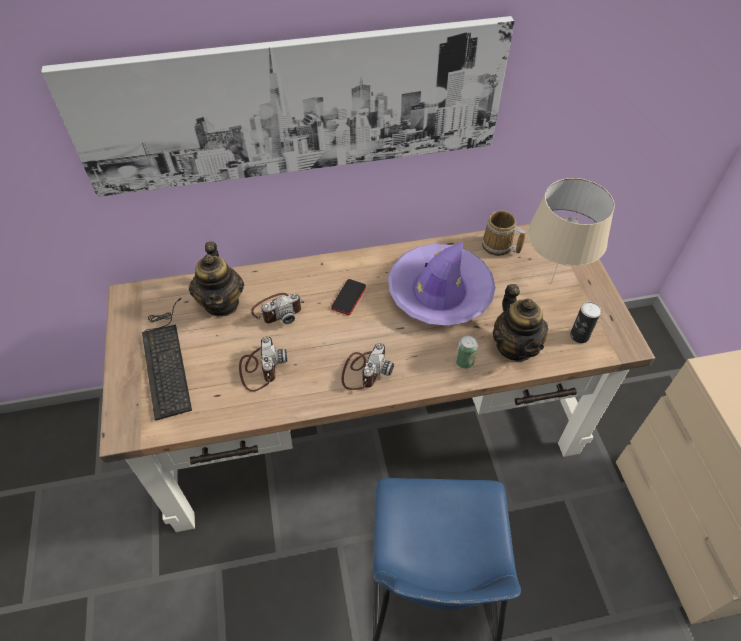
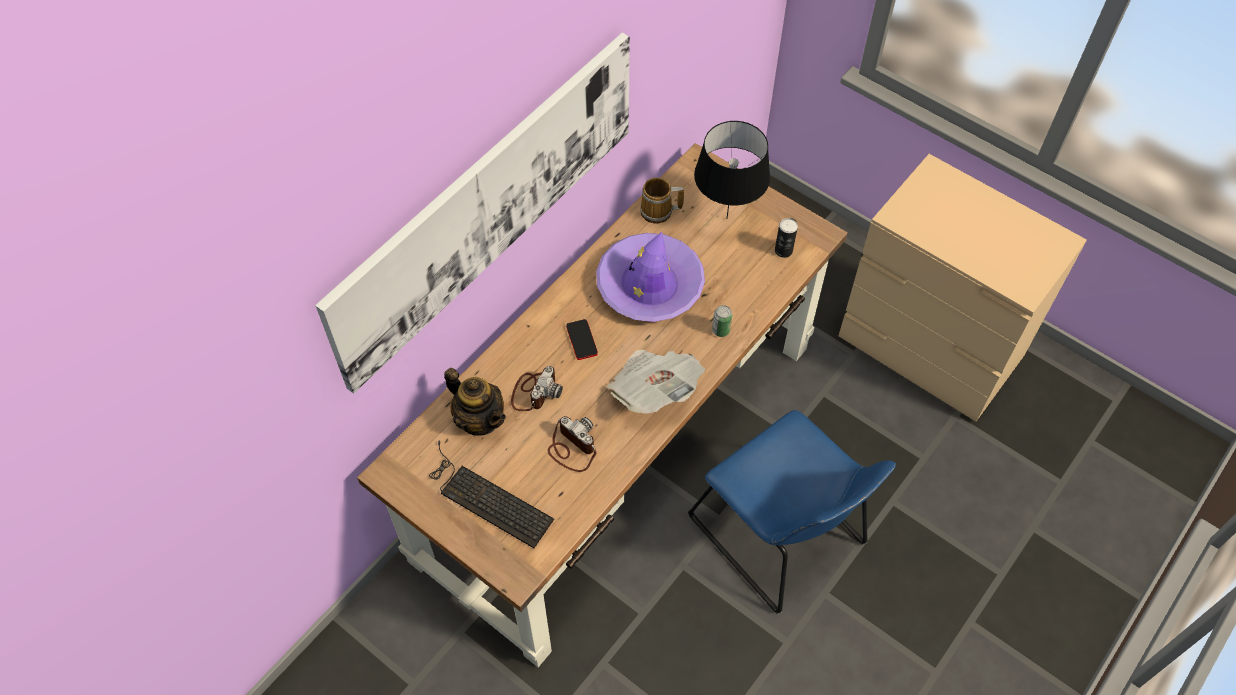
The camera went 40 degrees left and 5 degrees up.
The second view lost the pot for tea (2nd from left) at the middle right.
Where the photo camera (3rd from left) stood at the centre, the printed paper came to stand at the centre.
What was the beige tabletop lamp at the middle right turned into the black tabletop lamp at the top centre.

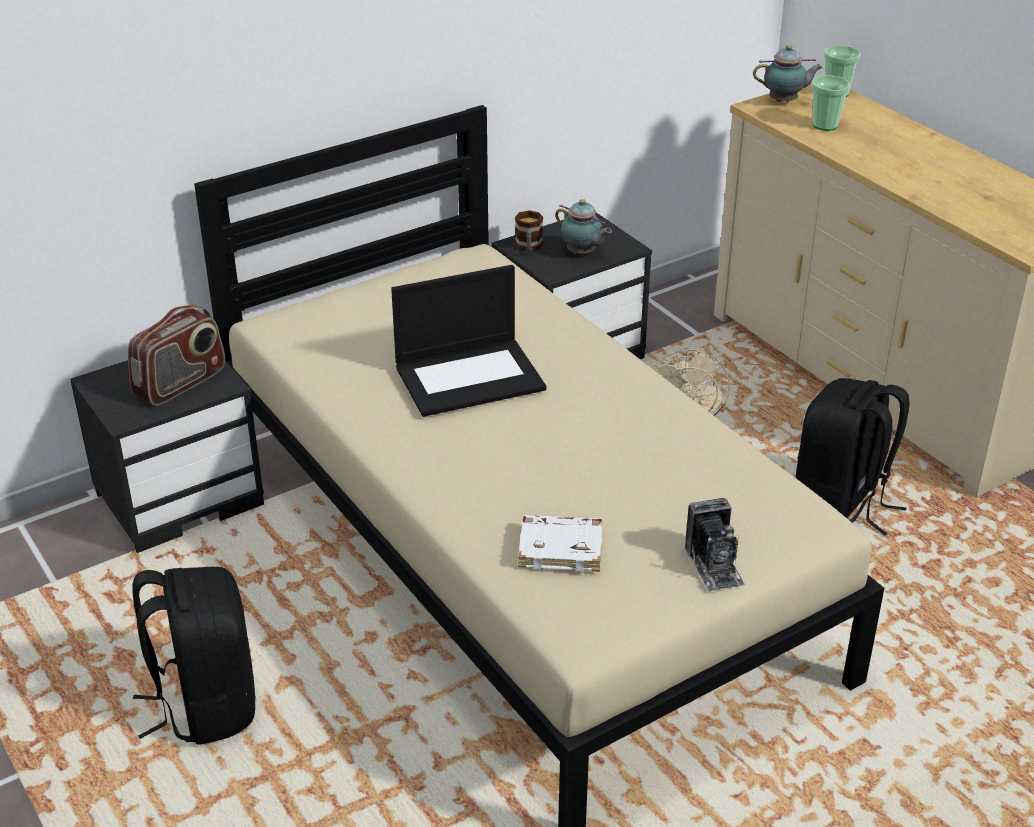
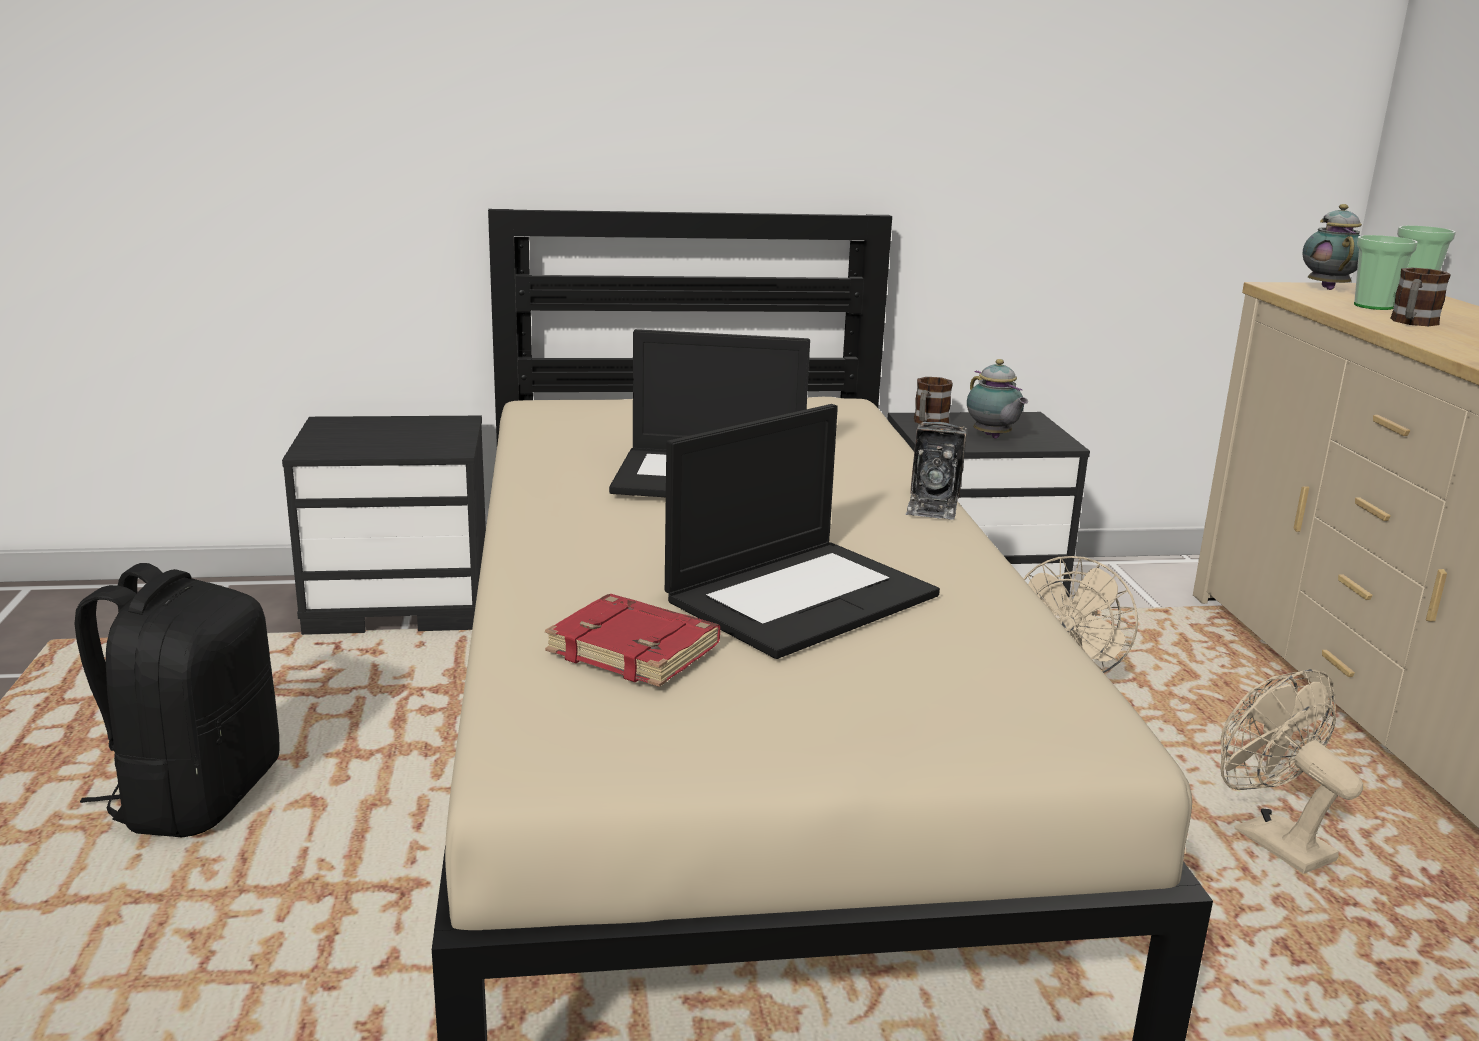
The camera went 25 degrees right and 15 degrees down.
The second view lost the radio receiver at the middle left.
The second view gained the notebook computer (2nd from left) at the centre.
The second view gained the tea mug (2nd from left) at the top right.
The photo camera ended up elsewhere, having gone from the middle right to the centre.
Where the black backpack (2nd from left) stood at the middle right, the beige electric fan (2nd from left) came to stand at the bottom right.
What was the white volume at the centre turned into the red volume at the centre.
The pot for tea (2nd from left) at the top right ended up facing another way, 105 degrees counterclockwise from before.

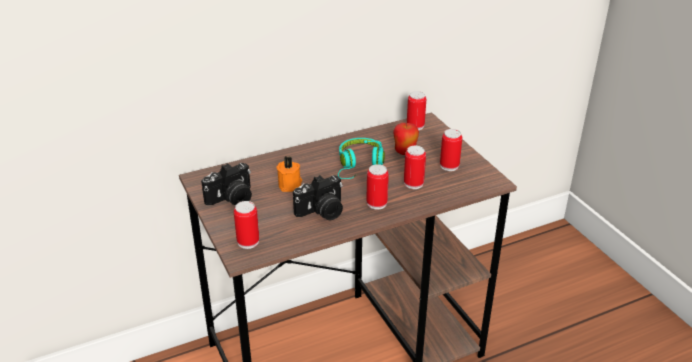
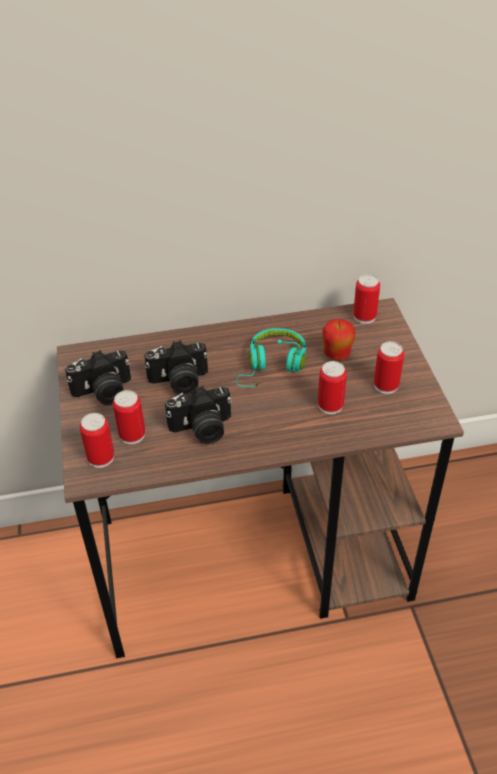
The camera went 15 degrees right and 10 degrees up.
The can (2nd from left) ended up elsewhere, having gone from the centre to the middle left.
Where the orange candle stood at the centre, the photo camera (2nd from left) came to stand at the centre.

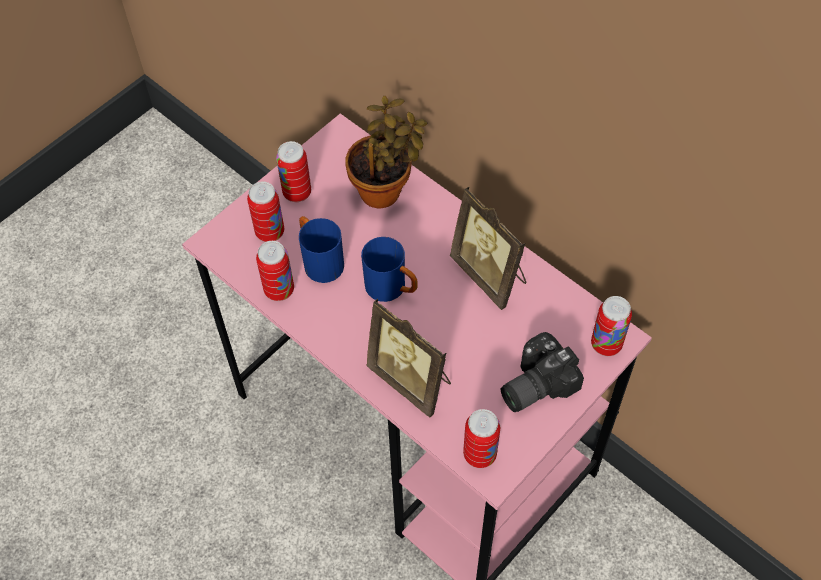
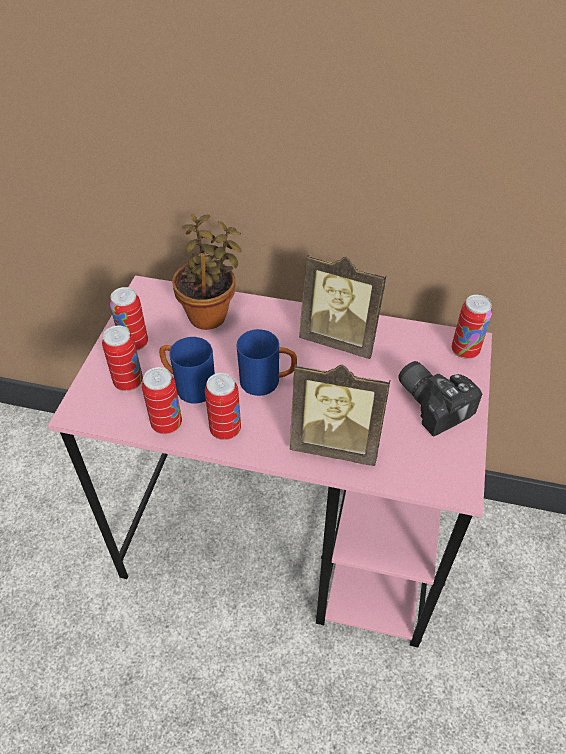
The camera went 30 degrees left and 10 degrees down.
The can (4th from left) ended up elsewhere, having gone from the bottom centre to the centre.
The photo camera at the centre ended up facing another way, 120 degrees clockwise from before.

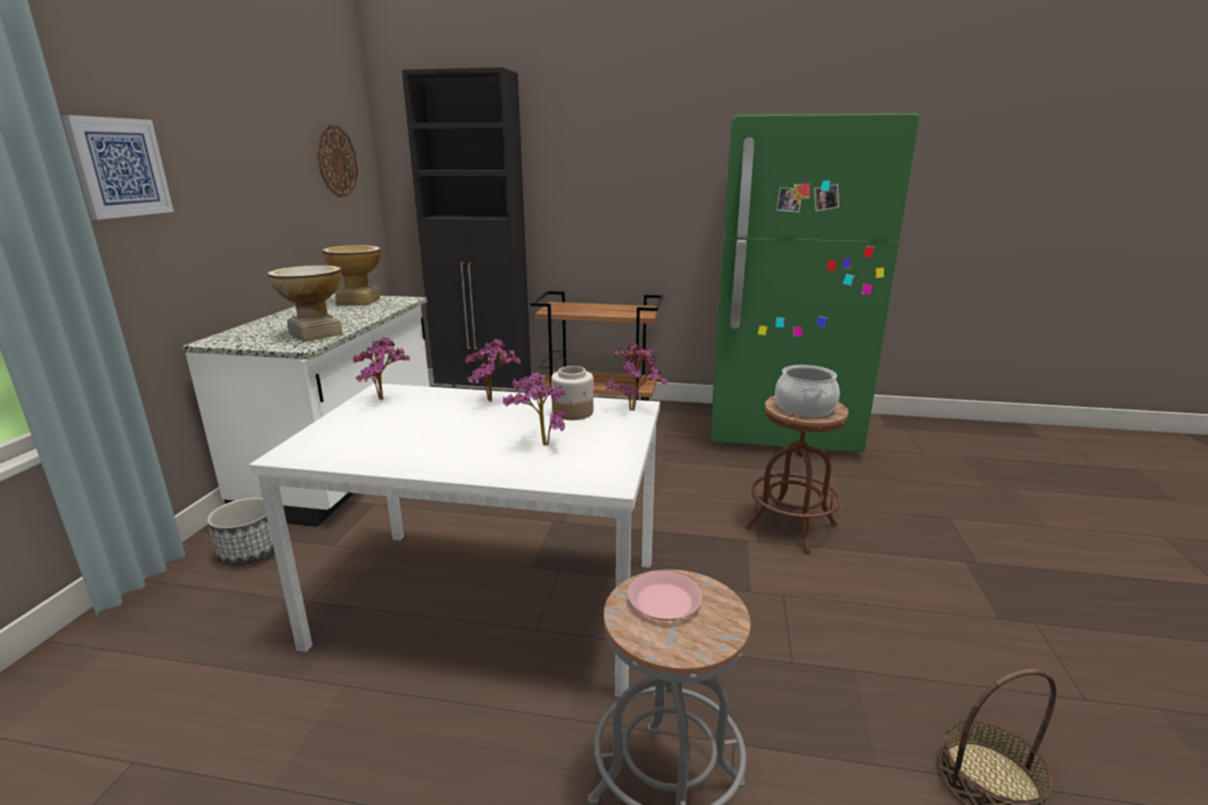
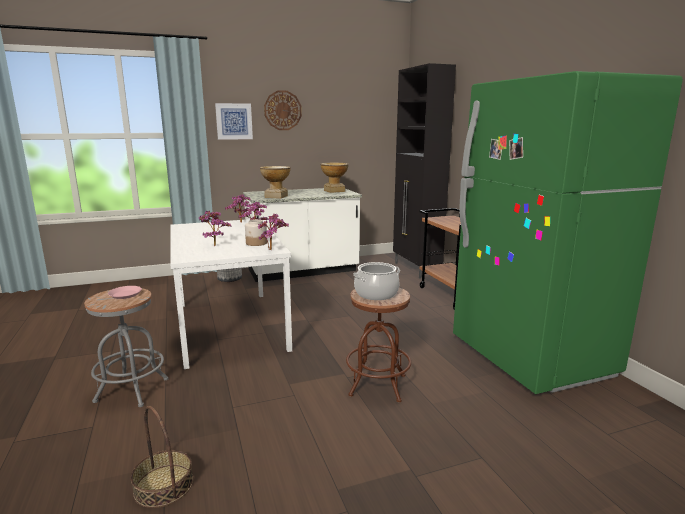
The camera went 60 degrees right and 5 degrees down.
The wall clock ended up elsewhere, having gone from the top left to the top centre.

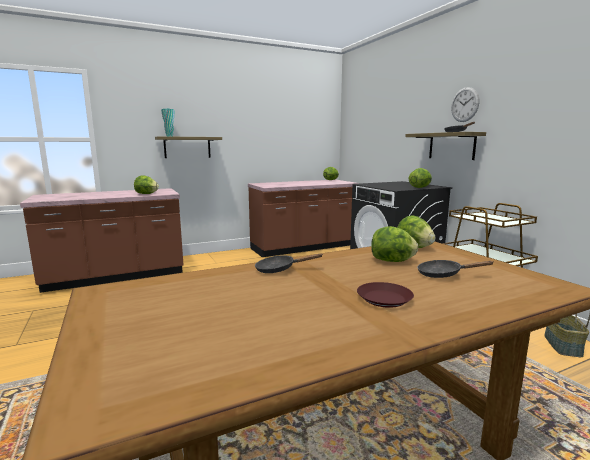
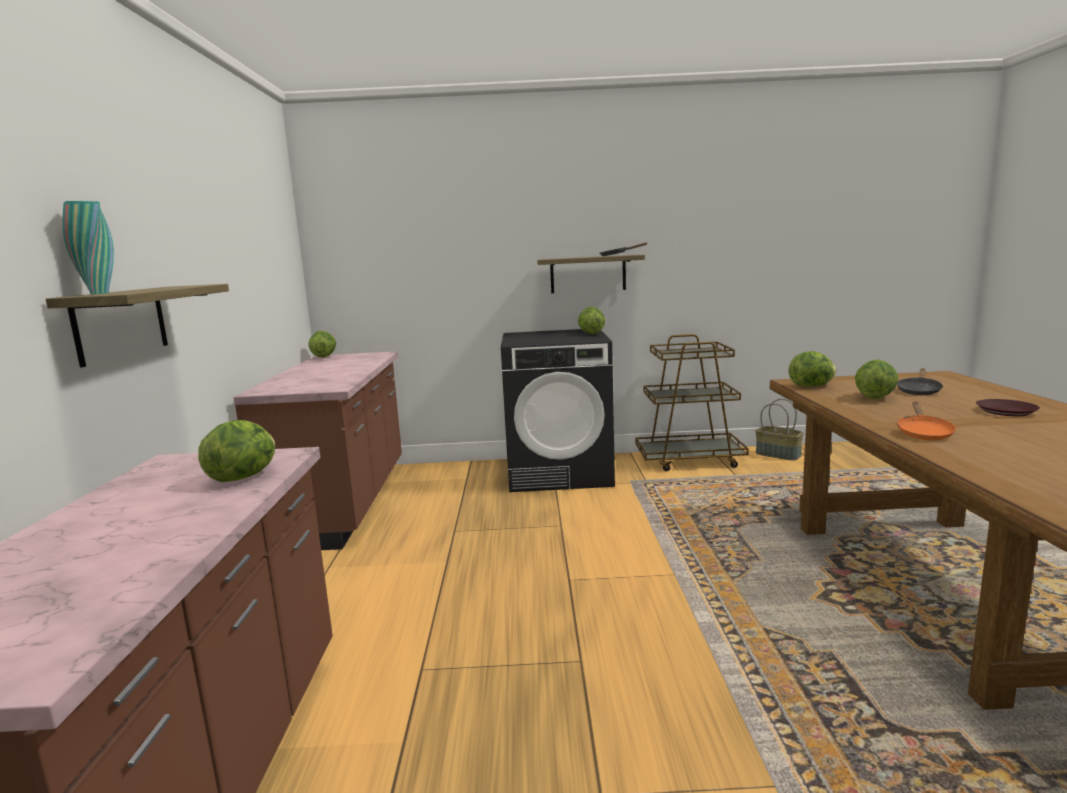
The camera went 65 degrees left and 0 degrees up.
The second view lost the wall clock at the top right.
What was the black skillet (1st from left) at the centre turned into the orange skillet at the middle right.

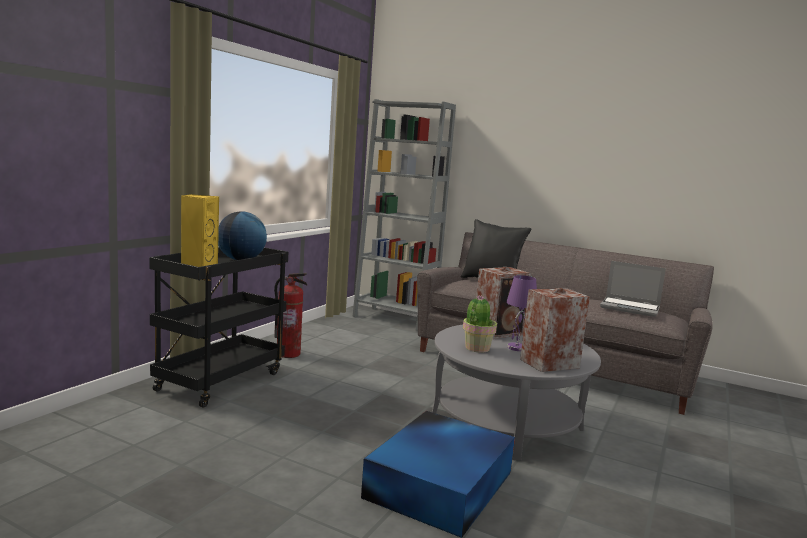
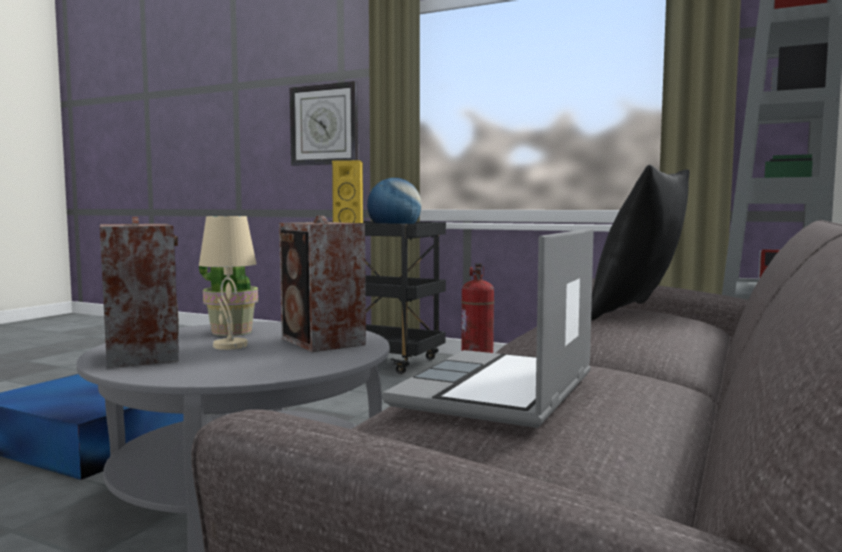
The camera went 90 degrees right and 5 degrees down.
The second view gained the wall clock at the top centre.
What was the purplish tabletop lamp at the centre turned into the beige tabletop lamp at the middle left.

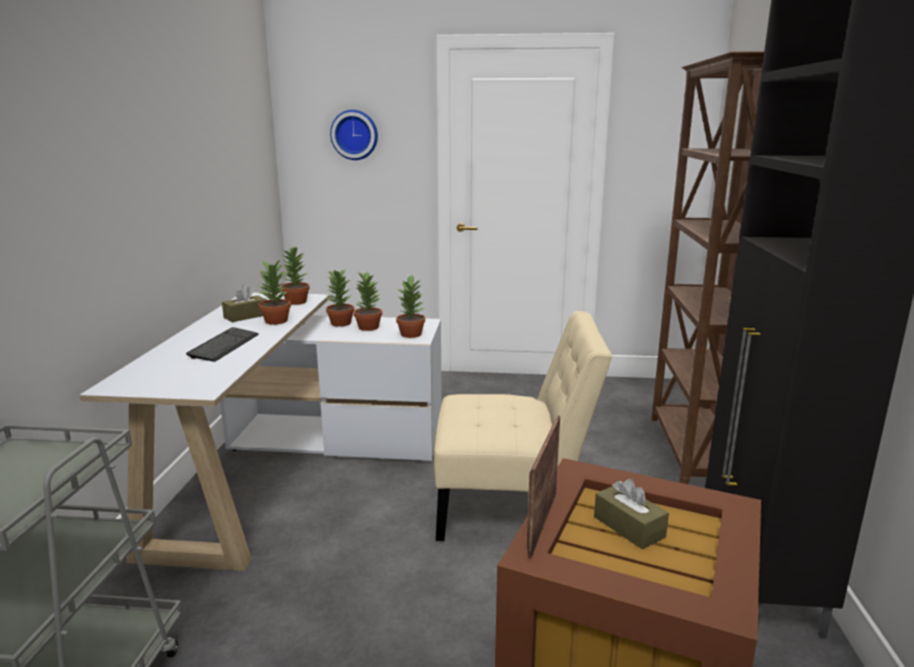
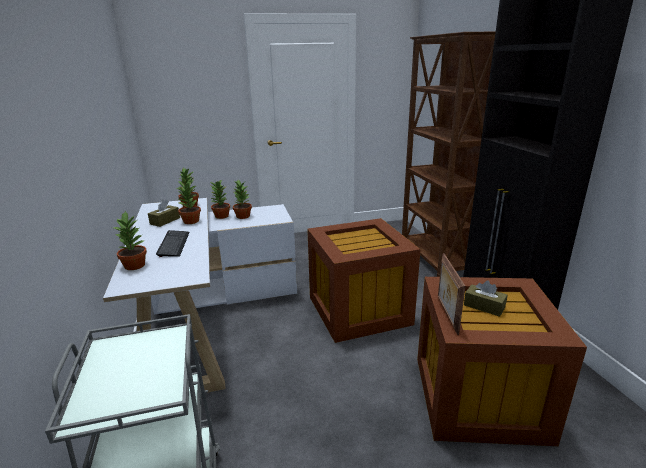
The camera went 20 degrees left and 5 degrees up.
The second view lost the wall clock at the top centre.
The houseplant (5th from left in the first image) ended up elsewhere, having gone from the centre to the middle left.
Where the beige chair stood at the centre, the brown storage container (1st from left) came to stand at the centre.

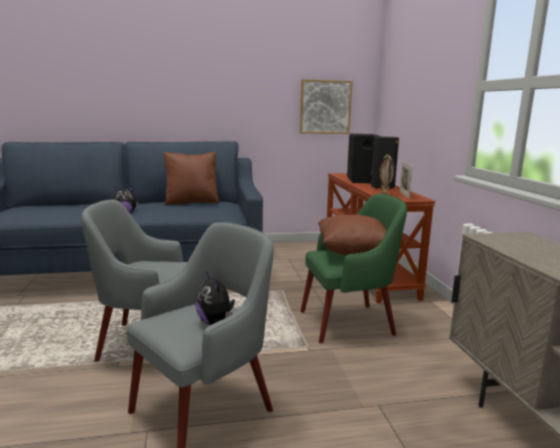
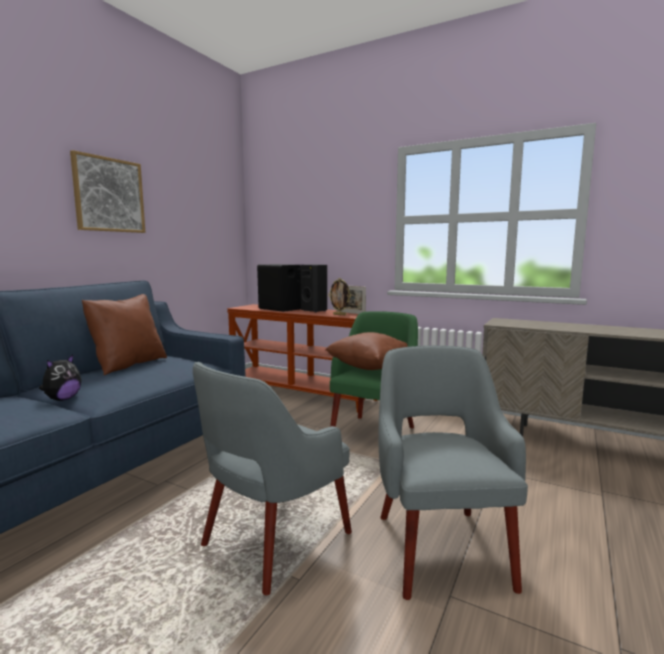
The camera went 50 degrees left and 5 degrees down.
The second view lost the plush toy (2nd from left) at the centre.
The wall art ended up elsewhere, having gone from the top centre to the top left.

